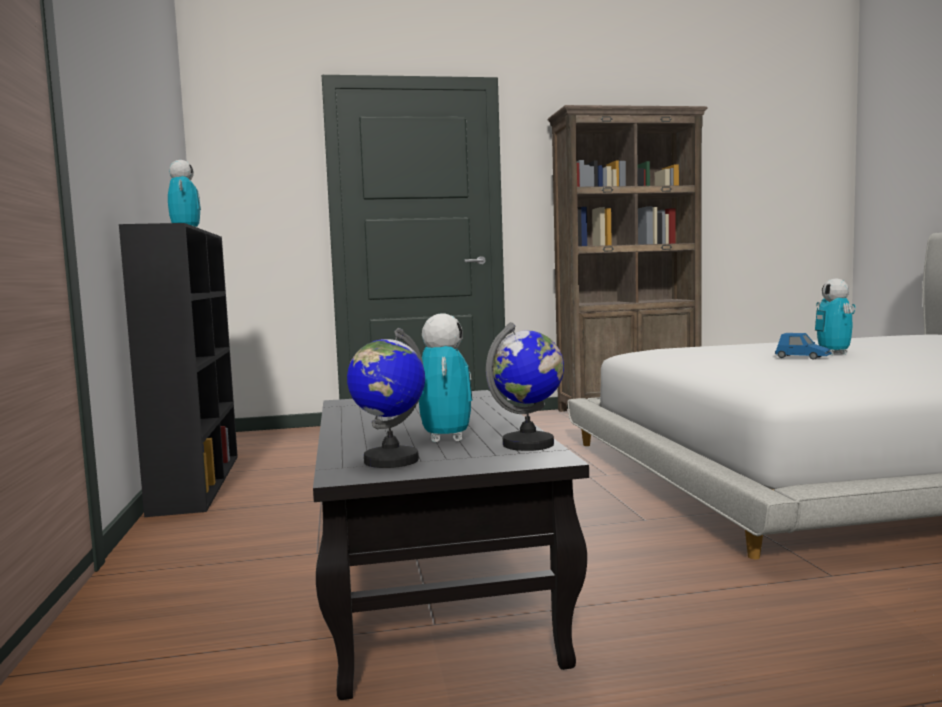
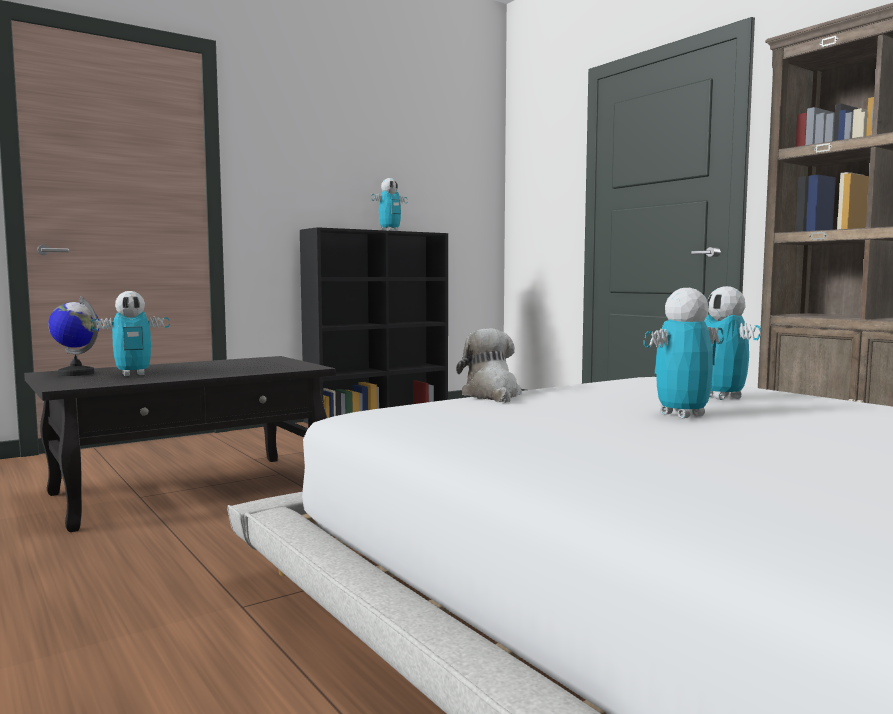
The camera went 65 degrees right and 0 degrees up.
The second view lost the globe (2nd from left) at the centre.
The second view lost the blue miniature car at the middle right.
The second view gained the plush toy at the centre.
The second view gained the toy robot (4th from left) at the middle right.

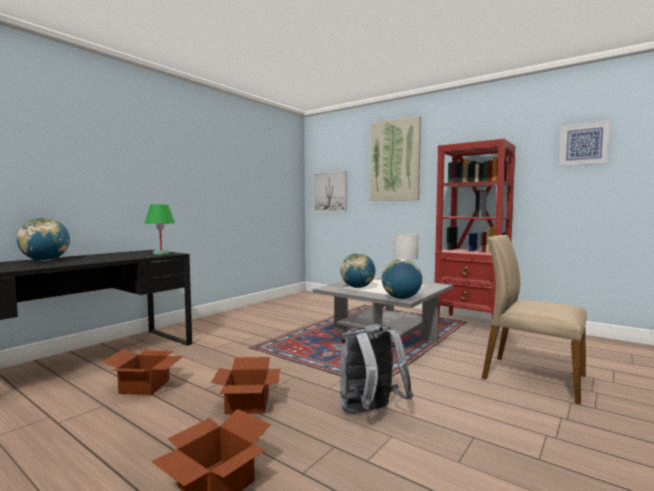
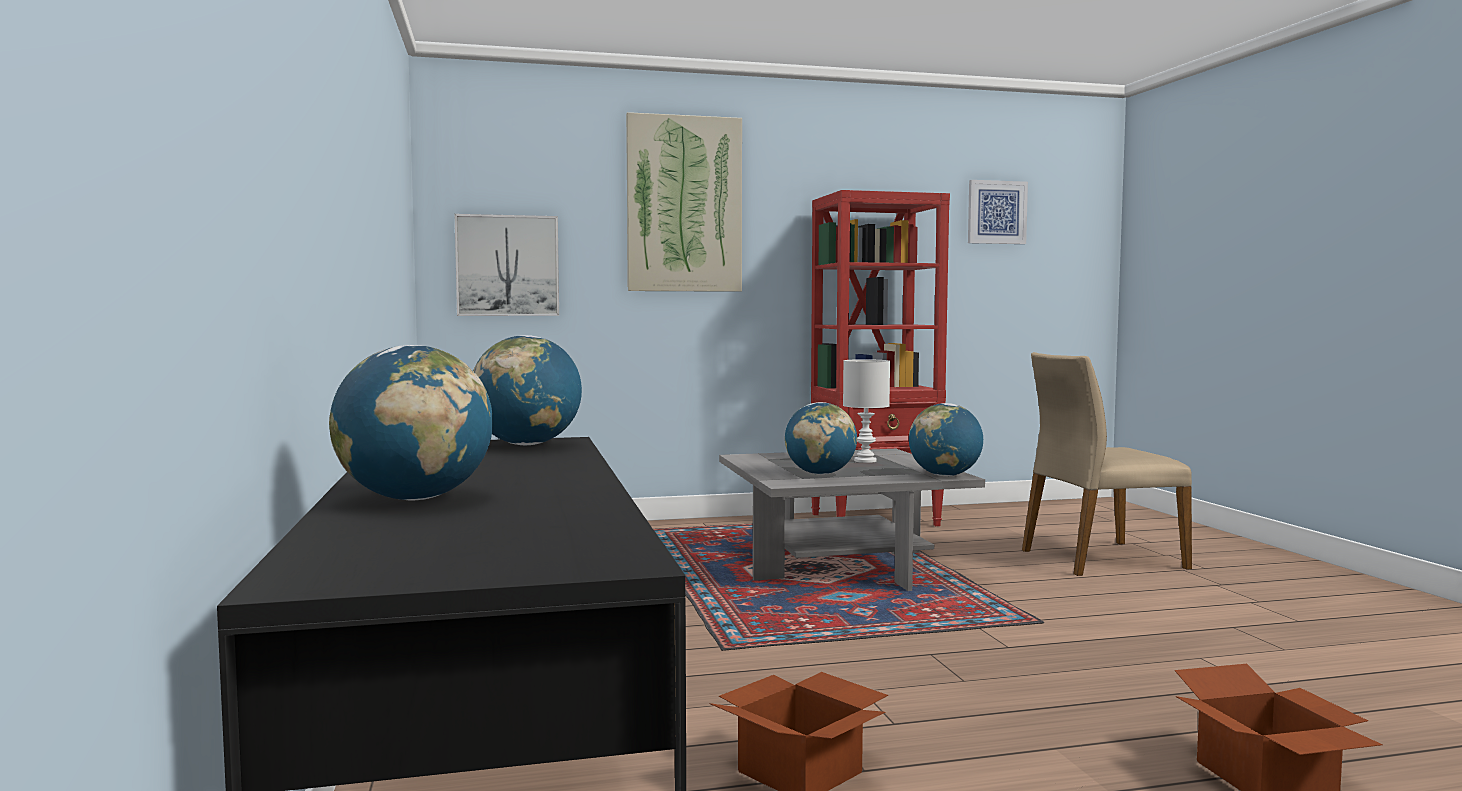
The camera went 50 degrees left and 0 degrees up.
The second view lost the packing box (3rd from left) at the bottom centre.
The second view lost the gray backpack at the bottom centre.
Where the greenish tabletop lamp stood at the middle left, the globe (2nd from left) came to stand at the centre.

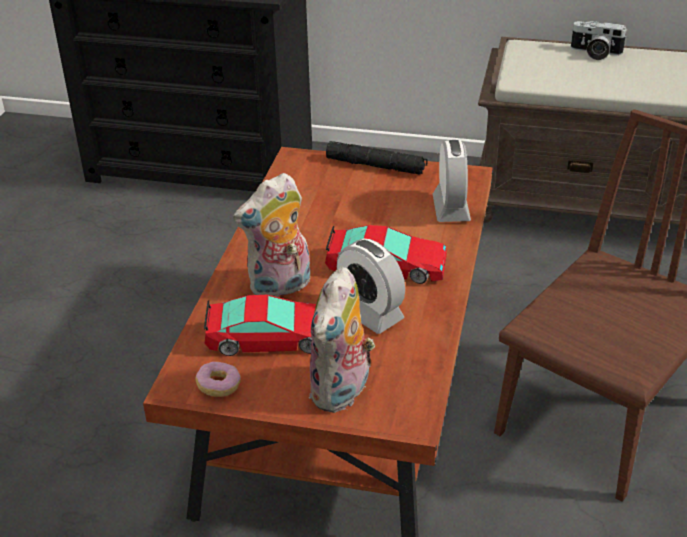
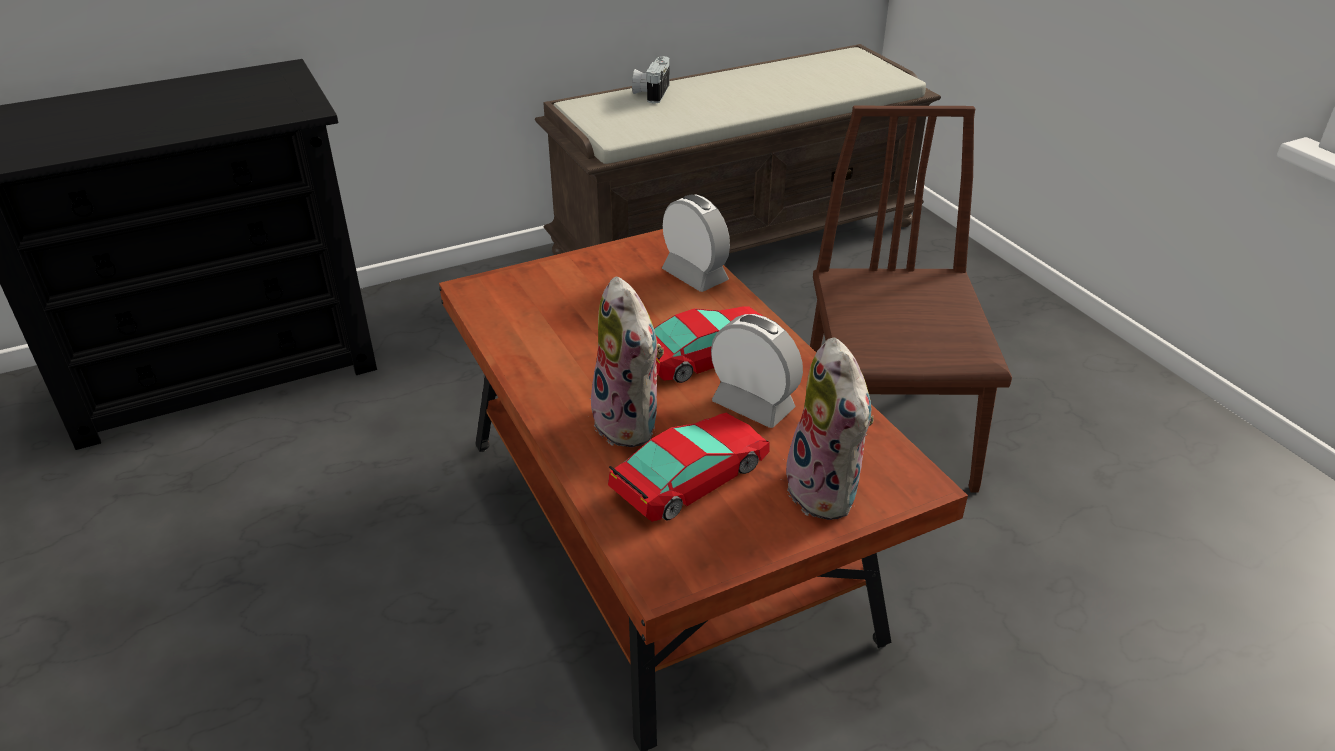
The camera went 40 degrees left and 0 degrees up.
The second view lost the donut at the bottom left.
The second view lost the black flashlight at the top centre.
The plush toy (1st from left) at the centre ended up facing another way, 45 degrees counterclockwise from before.
The alarm clock (1st from left in the first image) at the centre ended up facing another way, 150 degrees counterclockwise from before.
The photo camera at the top right ended up facing another way, 120 degrees clockwise from before.

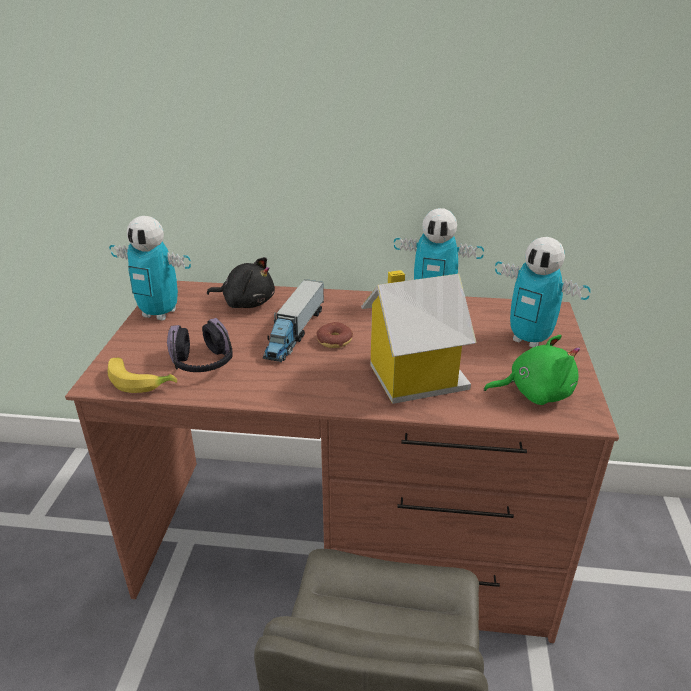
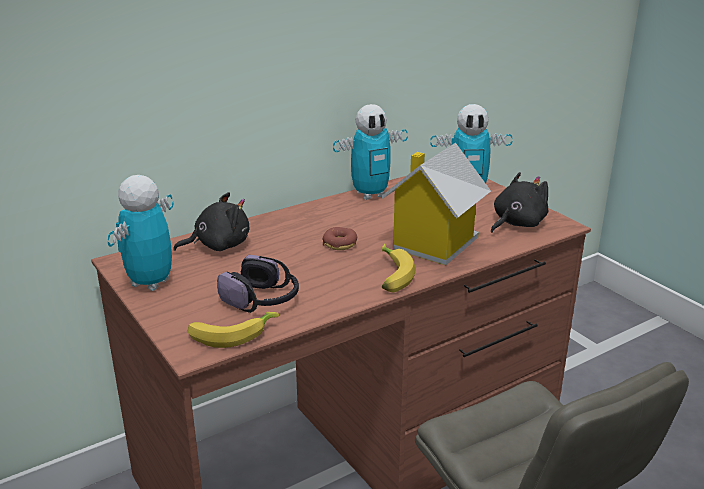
The camera went 40 degrees left and 5 degrees down.
The second view lost the toy lorry at the centre.
The second view gained the whole banana (2nd from left) at the centre.
What was the greenish plush toy at the middle right turned into the black plush toy (2nd from left) at the middle right.
The toy robot (1st from left) at the middle left ended up facing another way, 135 degrees clockwise from before.

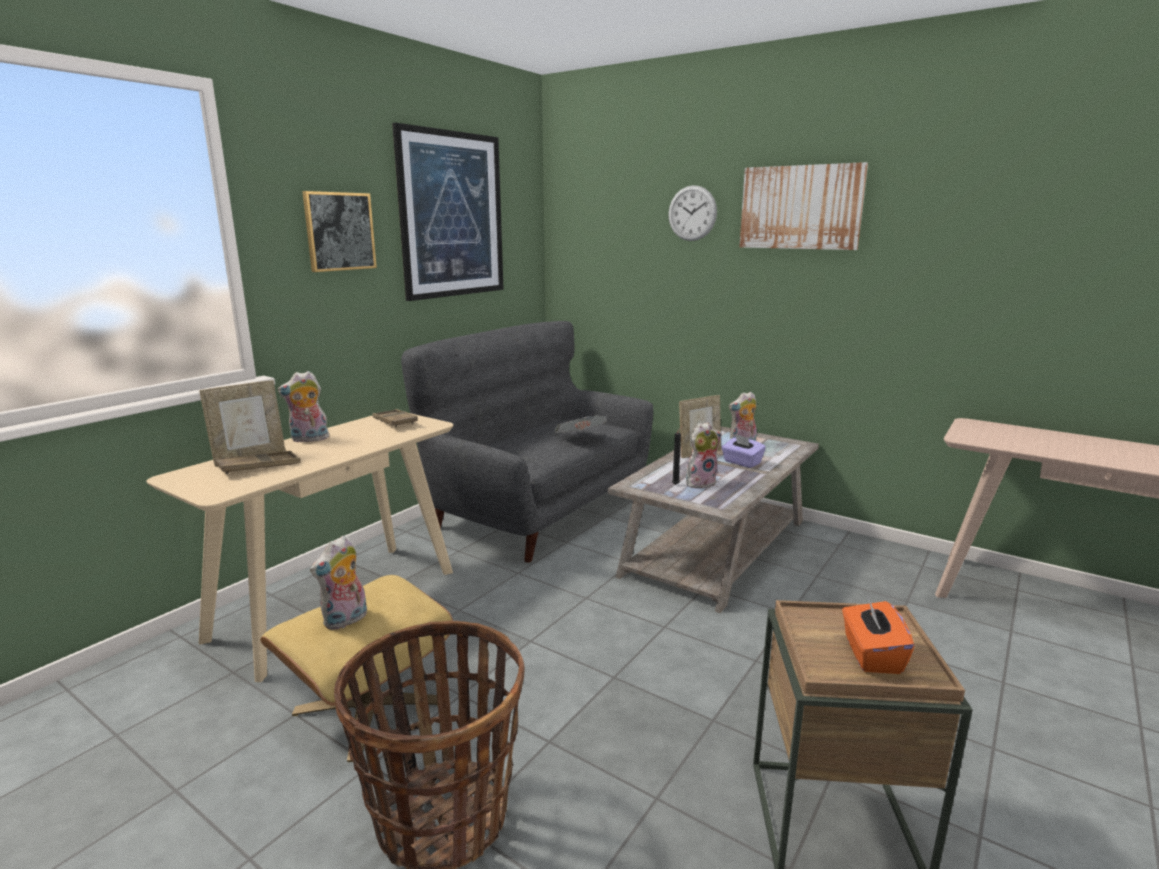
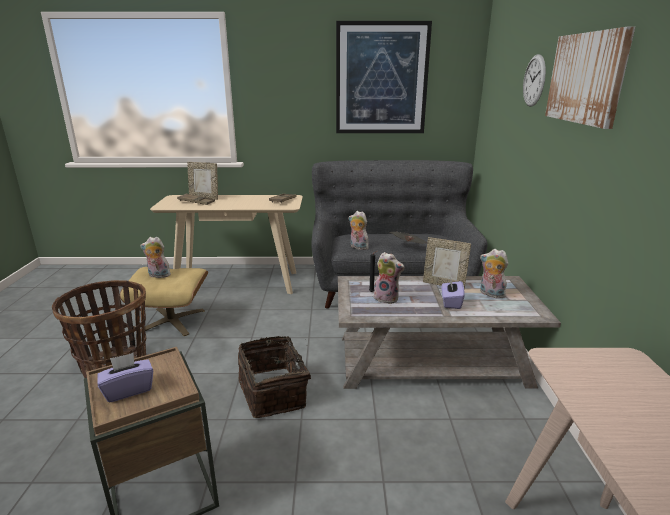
The camera went 55 degrees right and 5 degrees up.
The second view lost the wall art (1st from left) at the top left.
The second view gained the household basket (2nd from left) at the bottom centre.
The plush toy (1st from left in the first image) ended up elsewhere, having gone from the middle left to the centre.
What was the orange tissue box at the bottom right turned into the purplish tissue box (1st from left) at the bottom left.

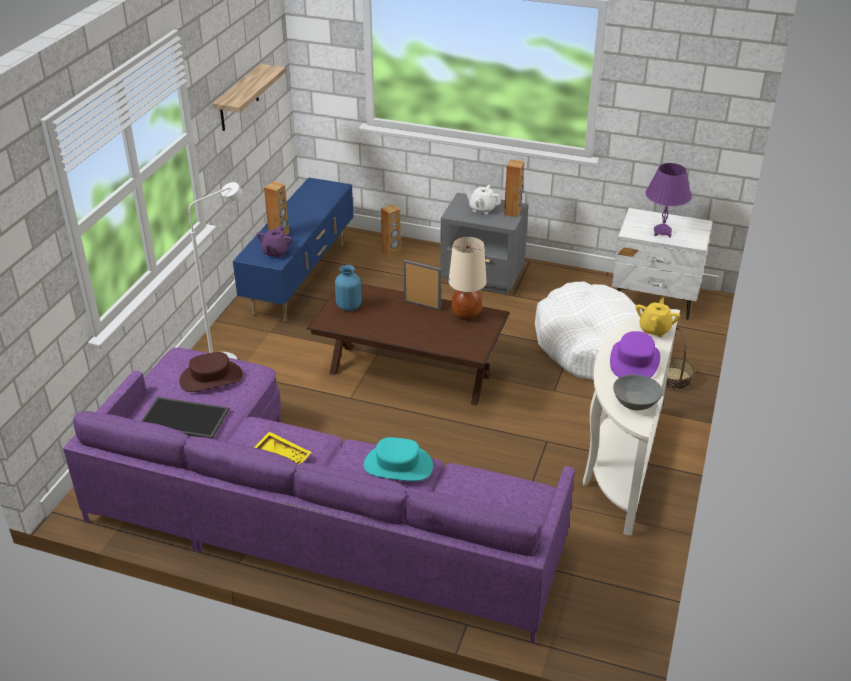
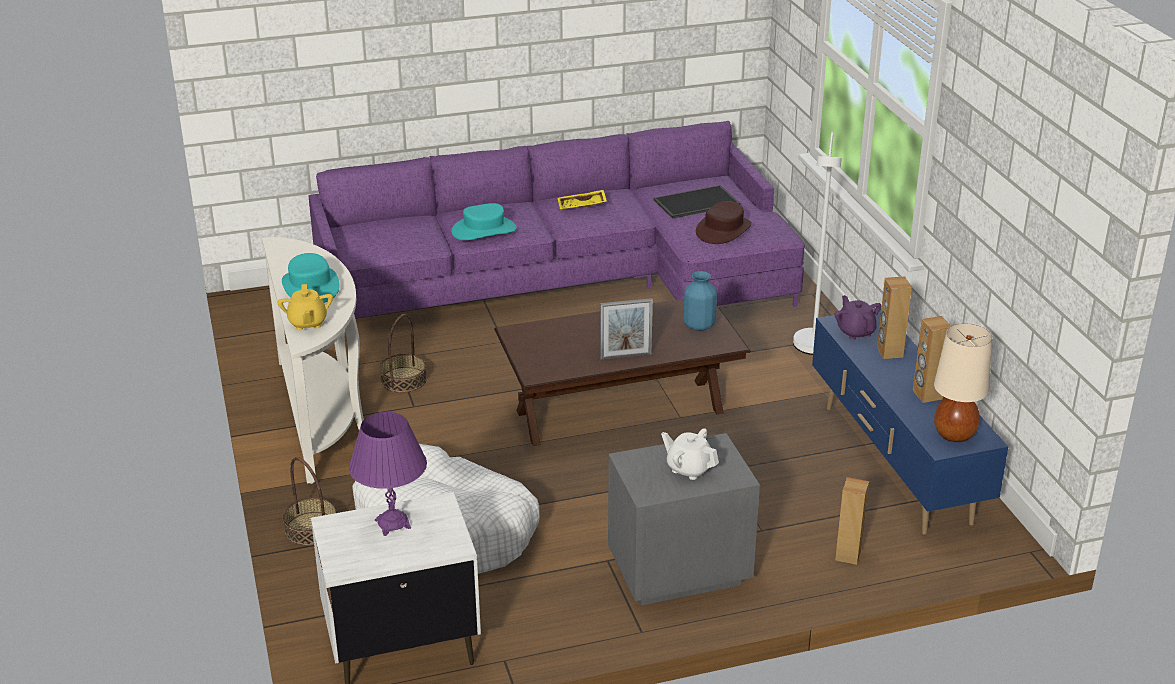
The camera went 145 degrees right and 5 degrees down.
The second view lost the shelf at the top left.
The second view lost the gray serving bowl at the middle right.
The second view gained the household basket (2nd from left) at the centre.
The beige tabletop lamp ended up elsewhere, having gone from the centre to the middle right.
The brown speaker (3rd from left) ended up elsewhere, having gone from the top centre to the middle right.
What was the purplish hat at the middle right turned into the blue-green hat (1st from left) at the middle left.
The white pot for tea at the top centre ended up facing another way, 135 degrees counterclockwise from before.

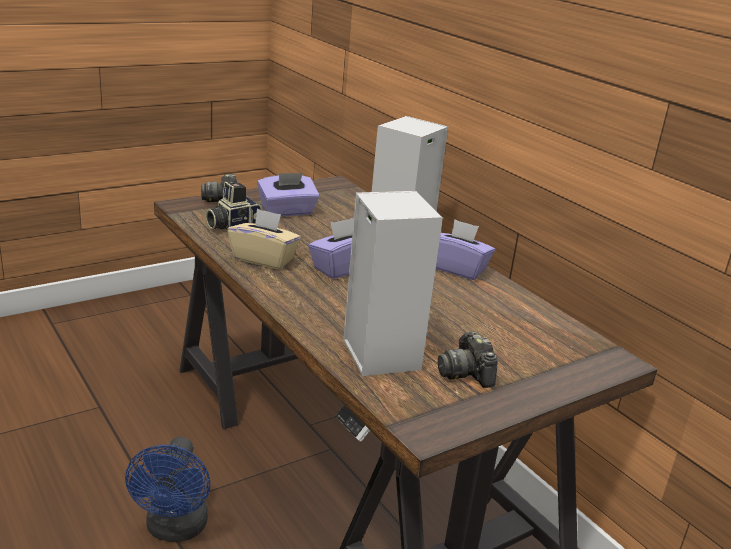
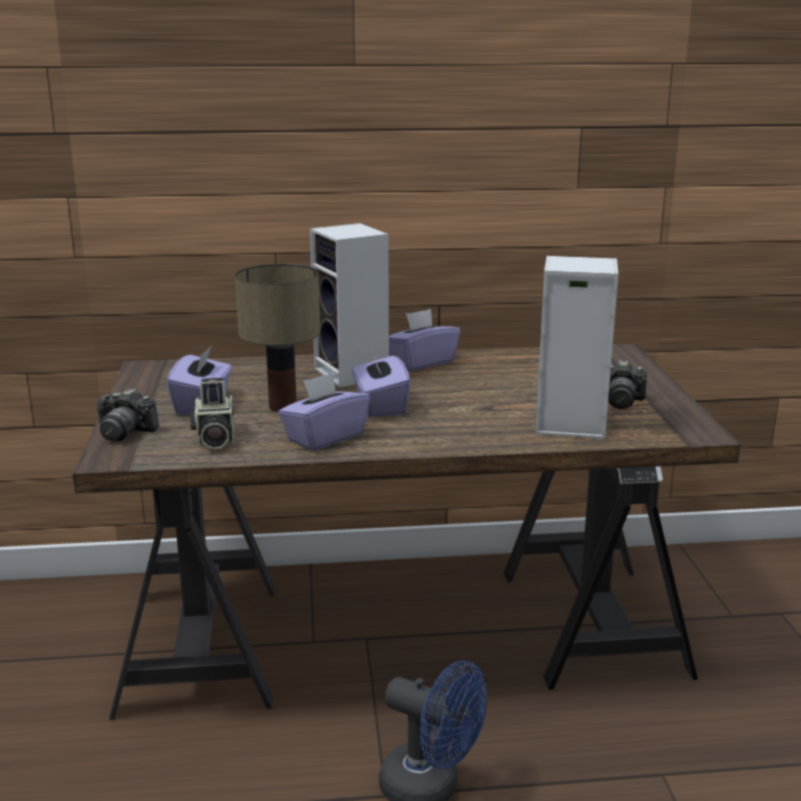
The camera went 60 degrees left and 5 degrees down.
The second view gained the tabletop lamp at the centre.
What was the beige tissue box at the centre turned into the purplish tissue box (2nd from left) at the centre.

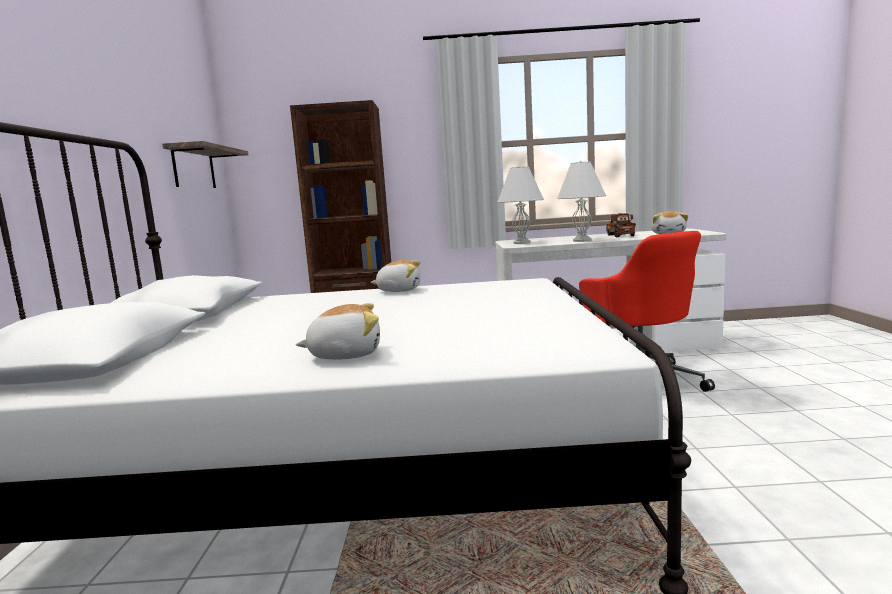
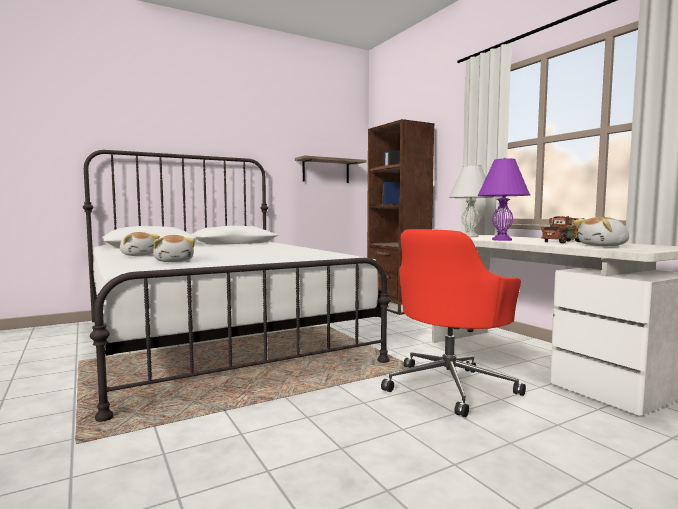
The camera went 60 degrees right and 5 degrees down.
The plush toy (2nd from left) ended up elsewhere, having gone from the centre to the middle left.
What was the white tabletop lamp (2nd from left) at the centre turned into the purplish tabletop lamp at the middle right.

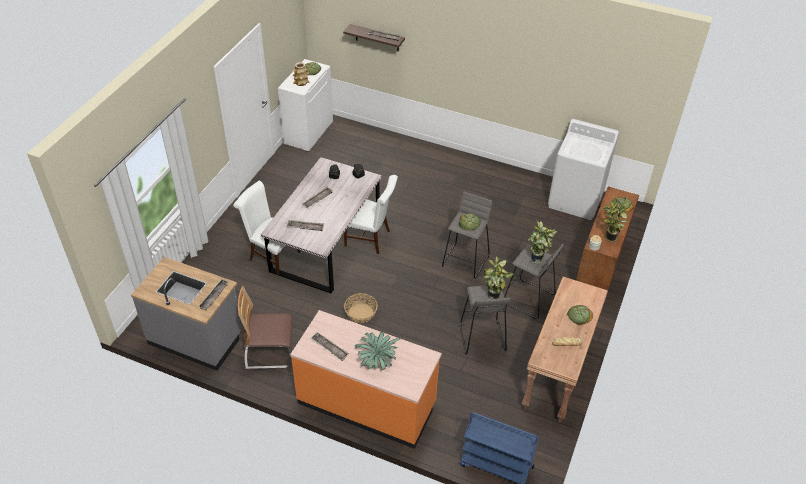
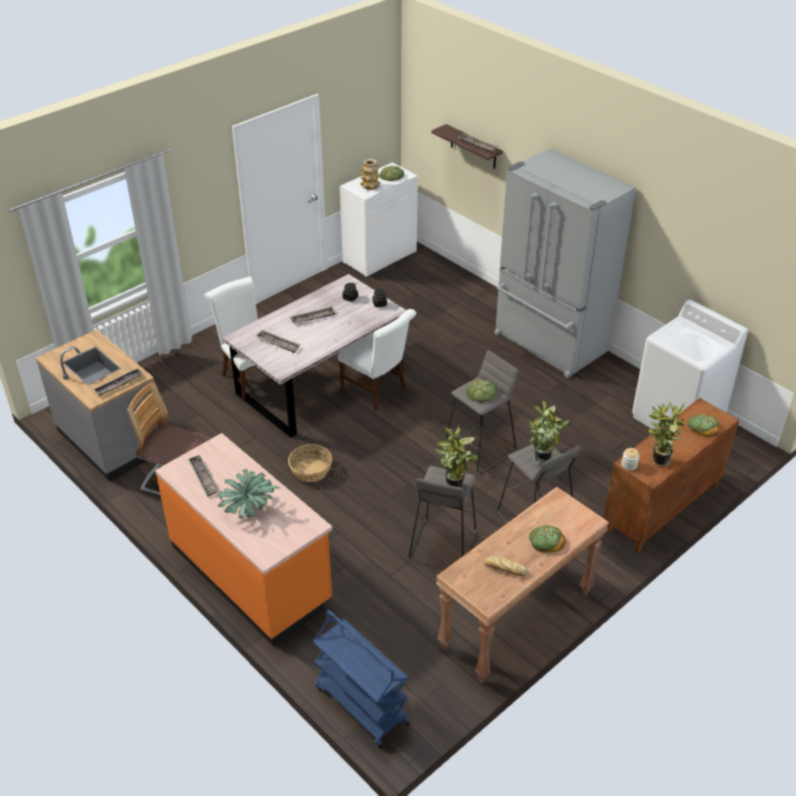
The camera went 25 degrees right and 5 degrees down.
The second view gained the gray refrigerator at the top right.

